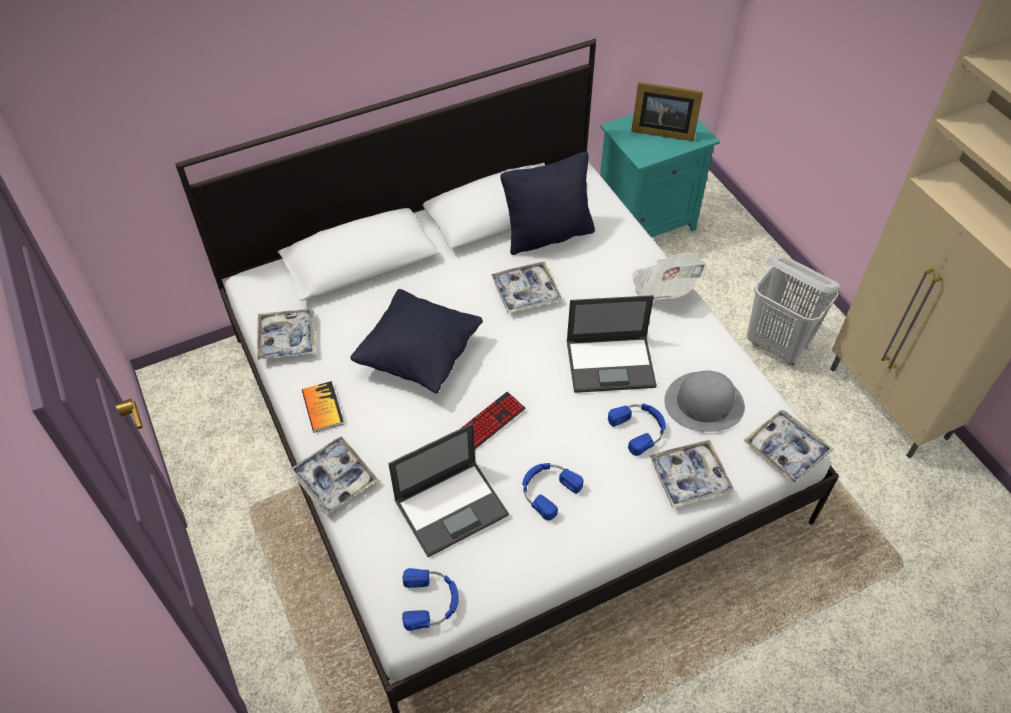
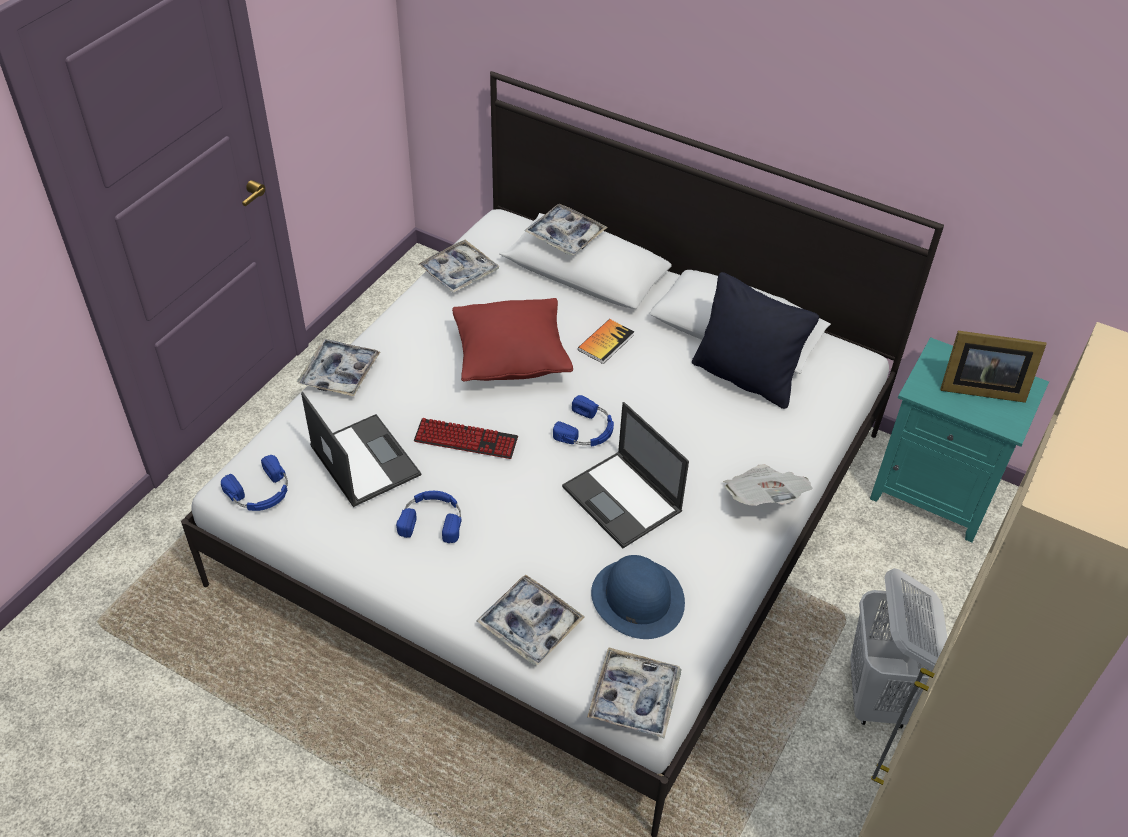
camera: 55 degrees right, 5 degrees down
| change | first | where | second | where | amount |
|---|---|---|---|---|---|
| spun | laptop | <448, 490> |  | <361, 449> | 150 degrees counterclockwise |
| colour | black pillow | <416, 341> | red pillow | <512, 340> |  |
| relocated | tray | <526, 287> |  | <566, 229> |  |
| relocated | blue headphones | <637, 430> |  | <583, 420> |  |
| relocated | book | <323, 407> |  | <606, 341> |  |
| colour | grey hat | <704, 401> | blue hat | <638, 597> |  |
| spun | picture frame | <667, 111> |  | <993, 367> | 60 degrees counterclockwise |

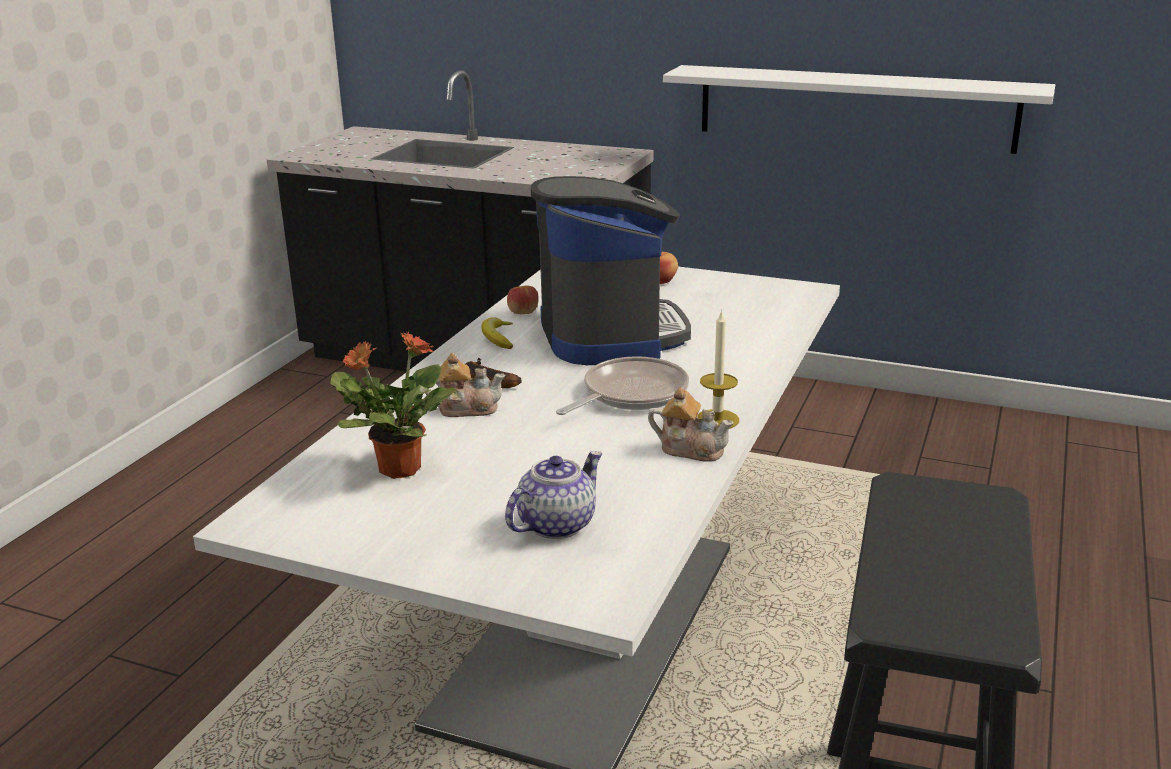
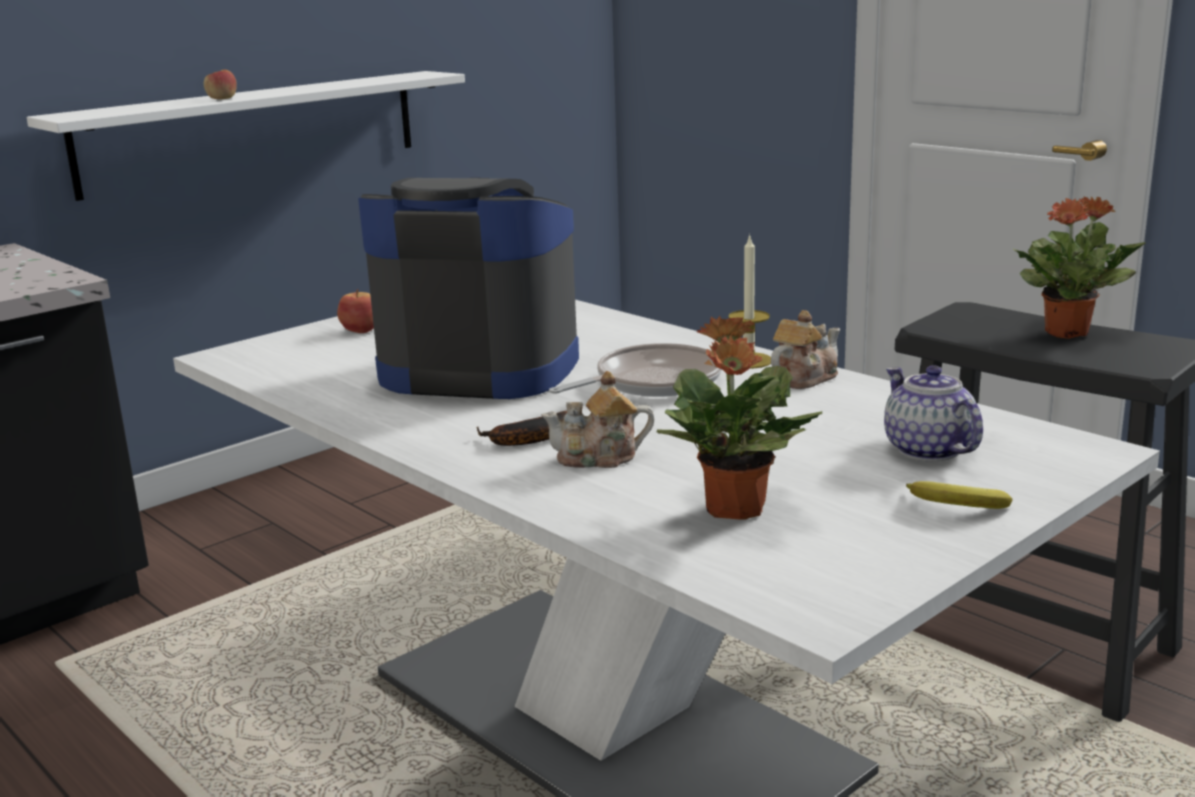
camera: 65 degrees left, 5 degrees down
| change | first | where | second | where | amount |
|---|---|---|---|---|---|
| relocated | apple | <523, 300> |  | <220, 84> |  |
| spun | teapot | <465, 385> |  | <597, 419> | 120 degrees counterclockwise |
| spun | frying pan | <622, 385> |  | <635, 370> | 75 degrees clockwise |
| relocated | banana | <497, 333> |  | <959, 495> |  |
| appeared |  |  | potted plant | <1079, 267> |  |

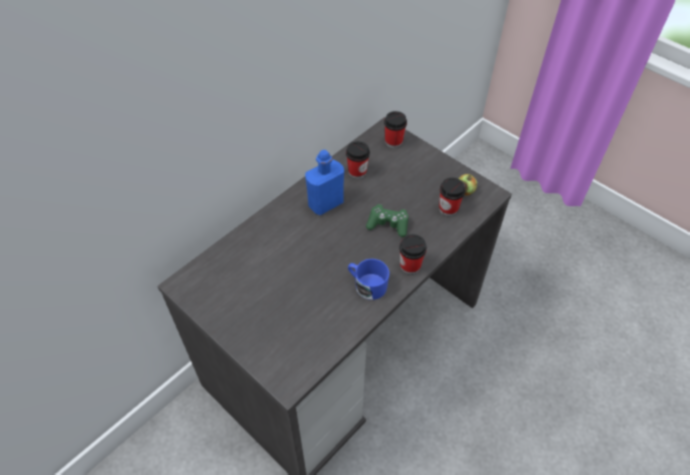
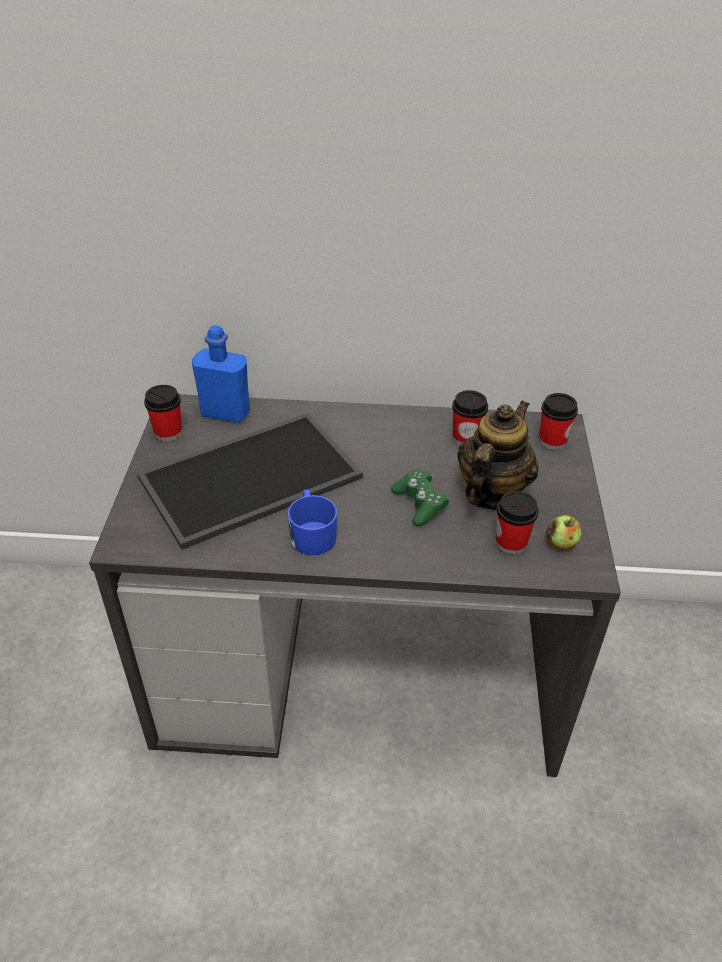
camera: 50 degrees right, 10 degrees down
| change | first | where | second | where | amount |
|---|---|---|---|---|---|
| appeared |  |  | tray | <250, 481> |  |
| relocated | cup | <413, 254> |  | <163, 413> |  |
| relocated | blue bottle | <324, 182> |  | <221, 374> |  |
| appeared |  |  | teapot | <498, 455> |  |

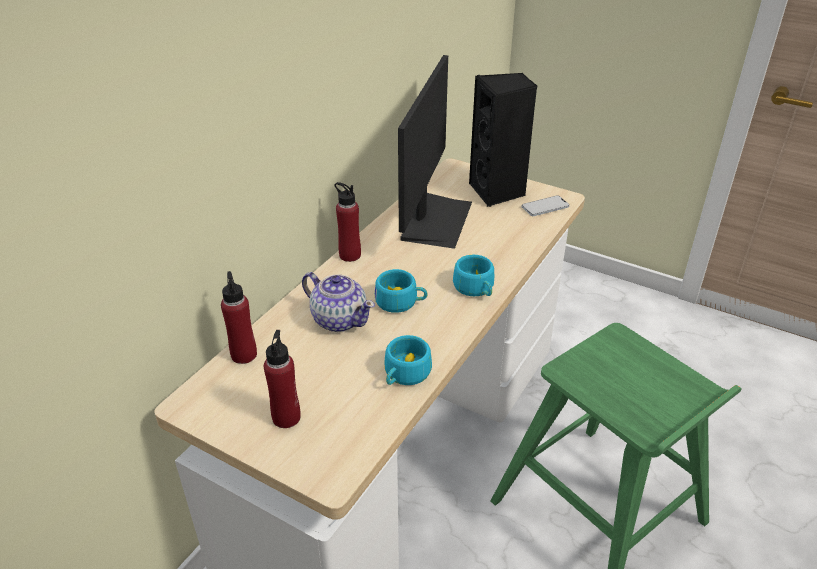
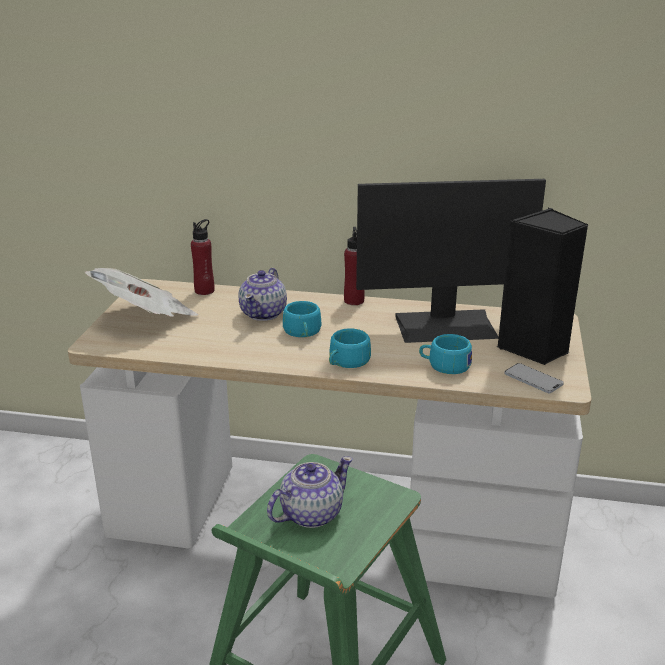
camera: 70 degrees right, 10 degrees down
| change | first | where | second | where | amount |
|---|---|---|---|---|---|
| exchanged | red bottle | <282, 379> | newspaper | <142, 292> |  |
| appeared |  |  | teapot | <310, 492> |  |
| relocated | turquoise cup | <408, 360> |  | <445, 354> |  |

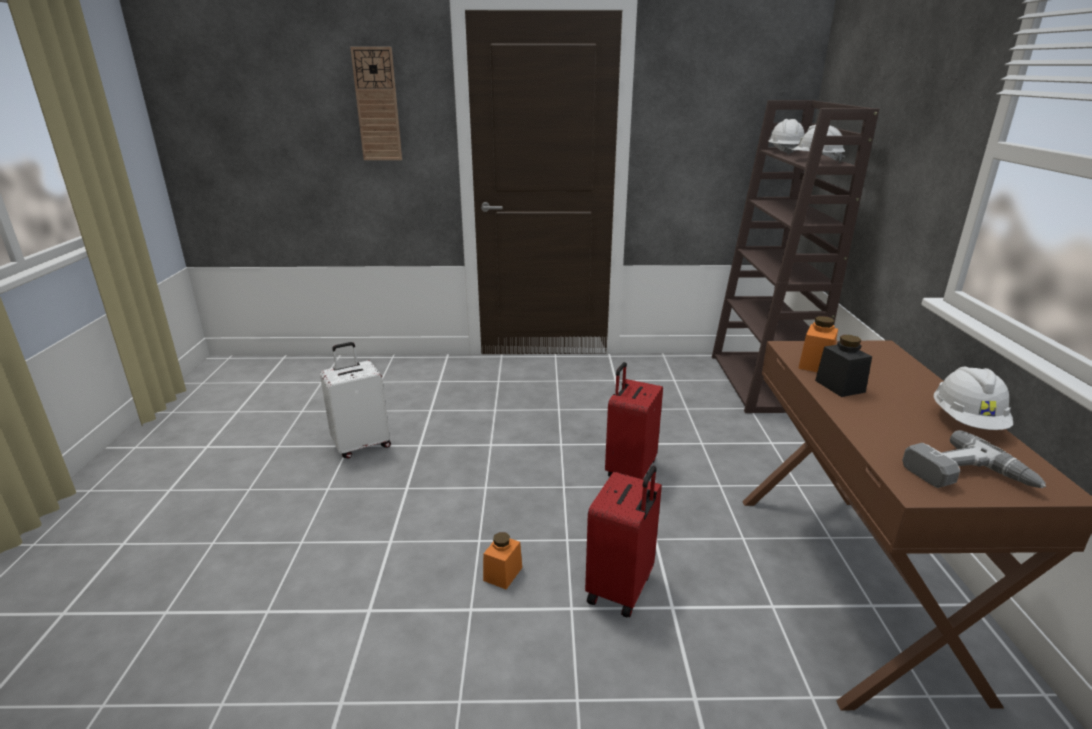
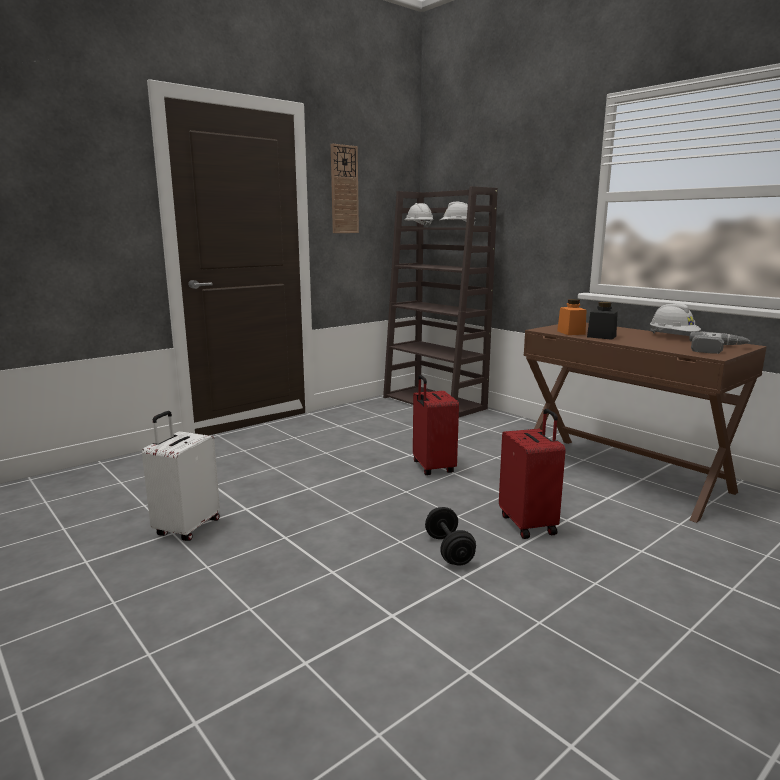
camera: 40 degrees left, 10 degrees down
| change | first | where | second | where | amount |
|---|---|---|---|---|---|
| relocated | wall clock | <376, 103> |  | <345, 188> |  |
| exchanged | orange jar | <502, 560> | black dumbbell | <450, 536> |  |

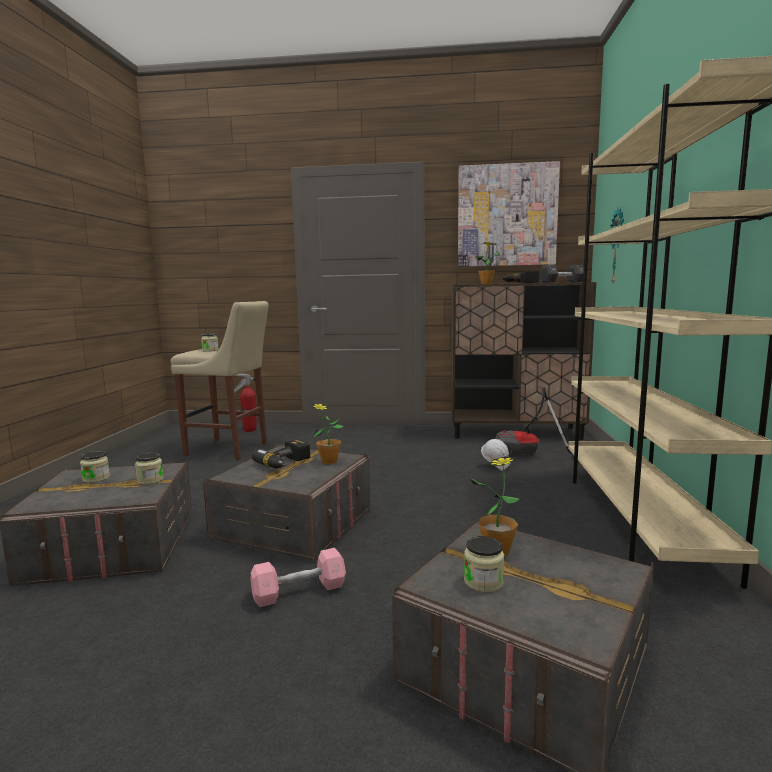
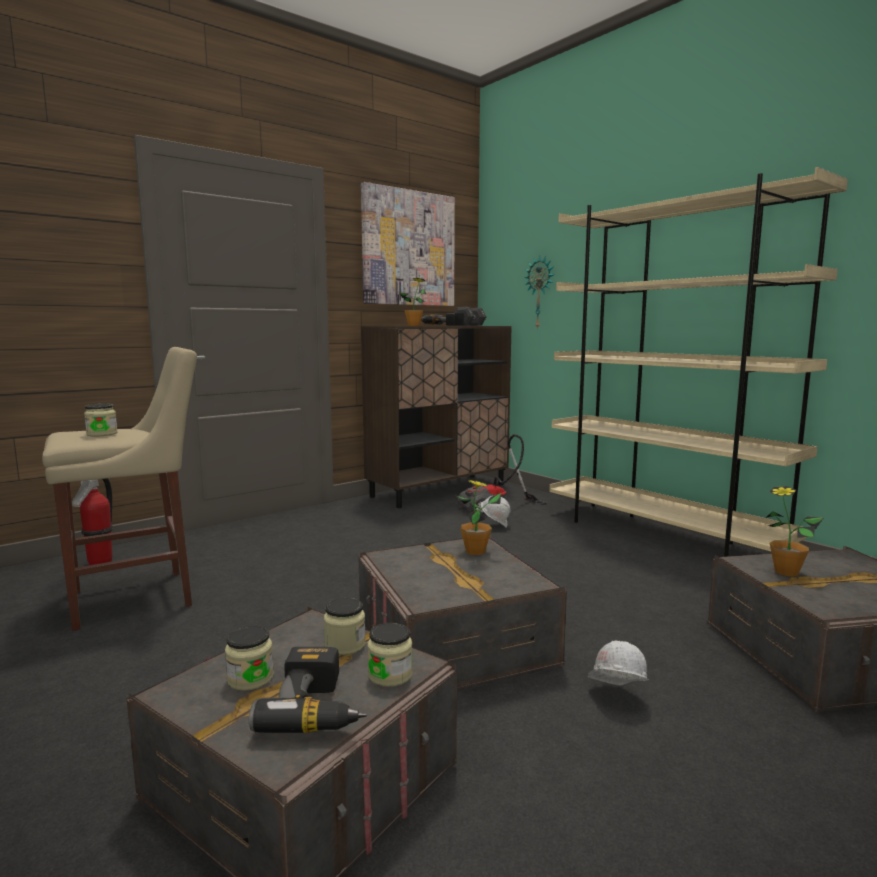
camera: 45 degrees left, 0 degrees up
| change | first | where | second | where | amount |
|---|---|---|---|---|---|
| relocated | power drill | <281, 454> |  | <308, 690> |  |
| relocated | jar | <484, 564> |  | <390, 655> |  |
| exchanged | pink dumbbell | <298, 577> | white hard hat | <618, 663> |  |

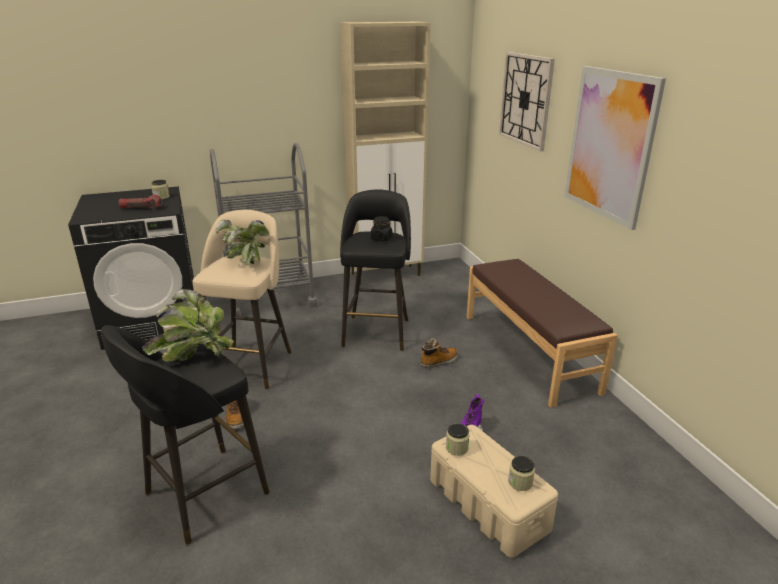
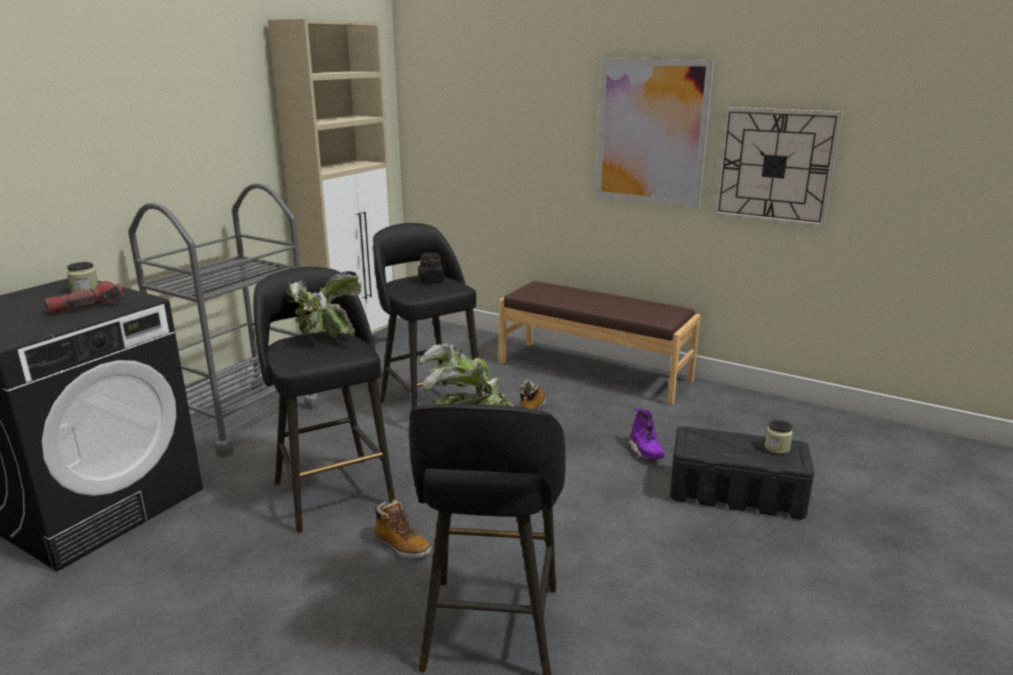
camera: 40 degrees left, 5 degrees down
| change | first | where | second | where | amount |
|---|---|---|---|---|---|
| colour | beige stool | <242, 299> | black stool | <324, 400> |  |
| colour | beige storage box | <494, 491> | black storage box | <742, 473> |  |
| relocated | wall clock | <527, 101> |  | <778, 167> |  |
| missing | jar | <458, 439> |  |  |  |

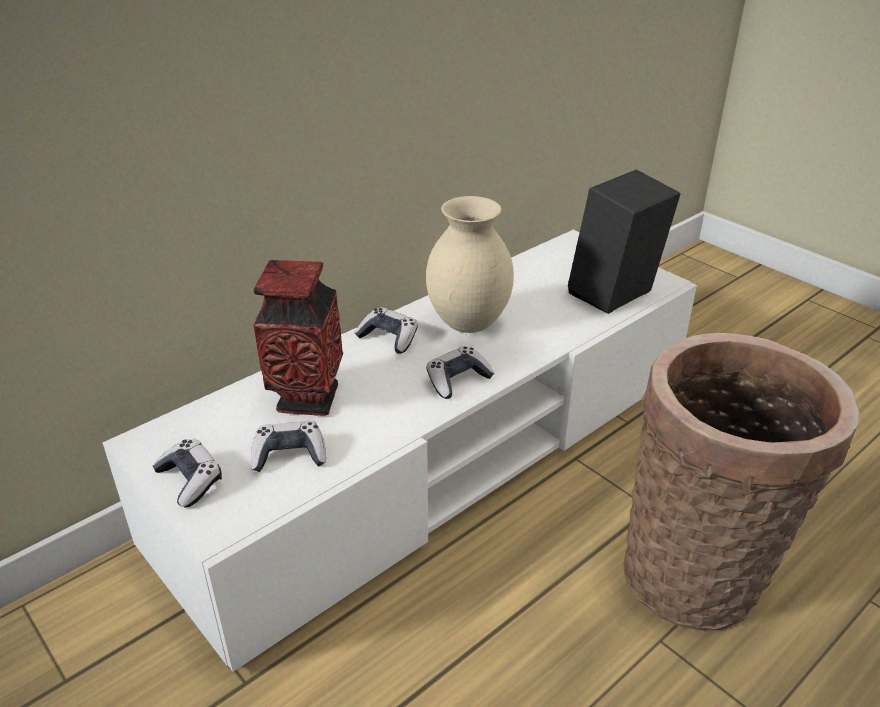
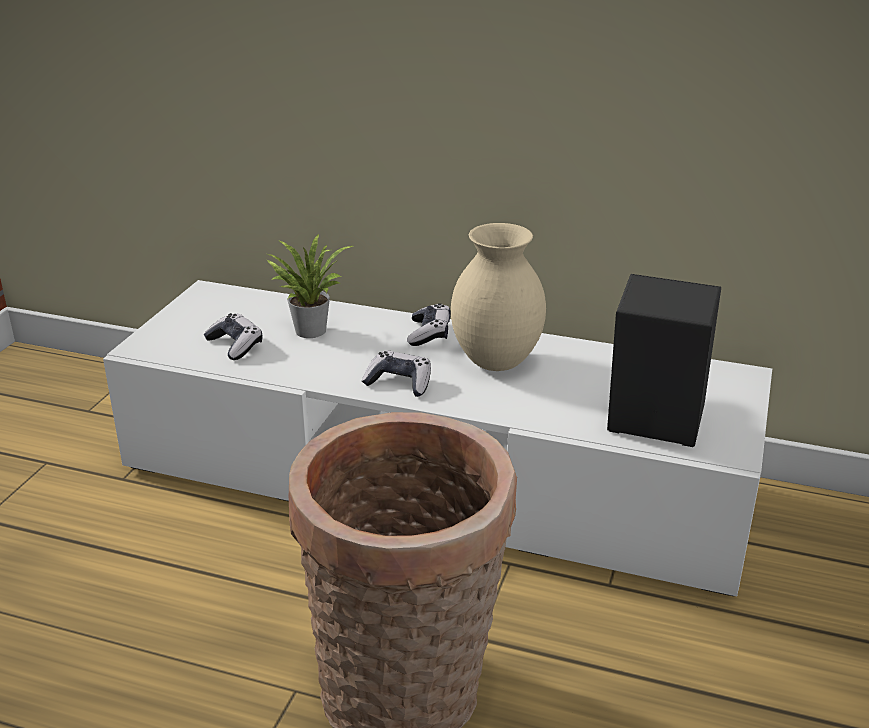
camera: 60 degrees right, 5 degrees down
| change | first | where | second | where | amount |
|---|---|---|---|---|---|
| exchanged | vase | <298, 338> | potted plant | <310, 286> |  |
| missing | game controller | <187, 473> |  |  |  |

